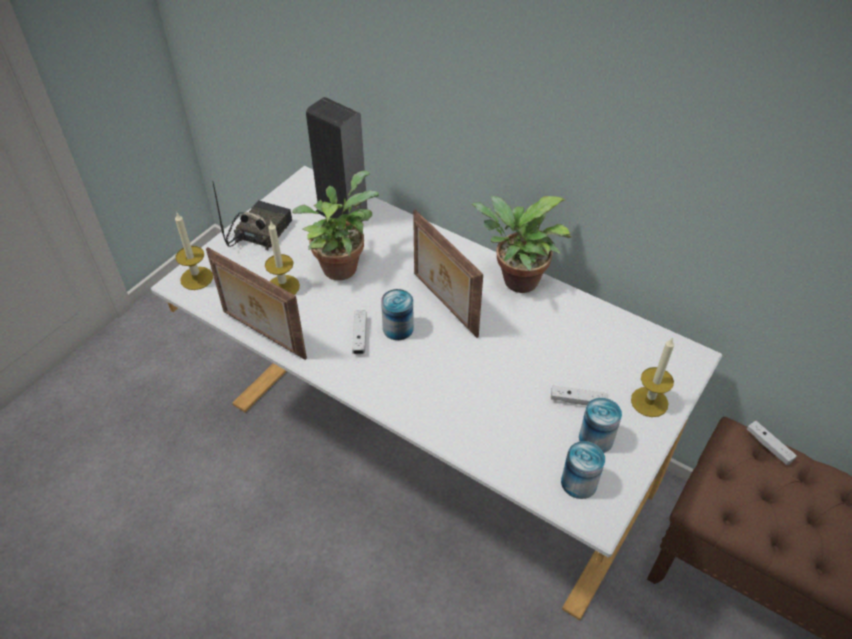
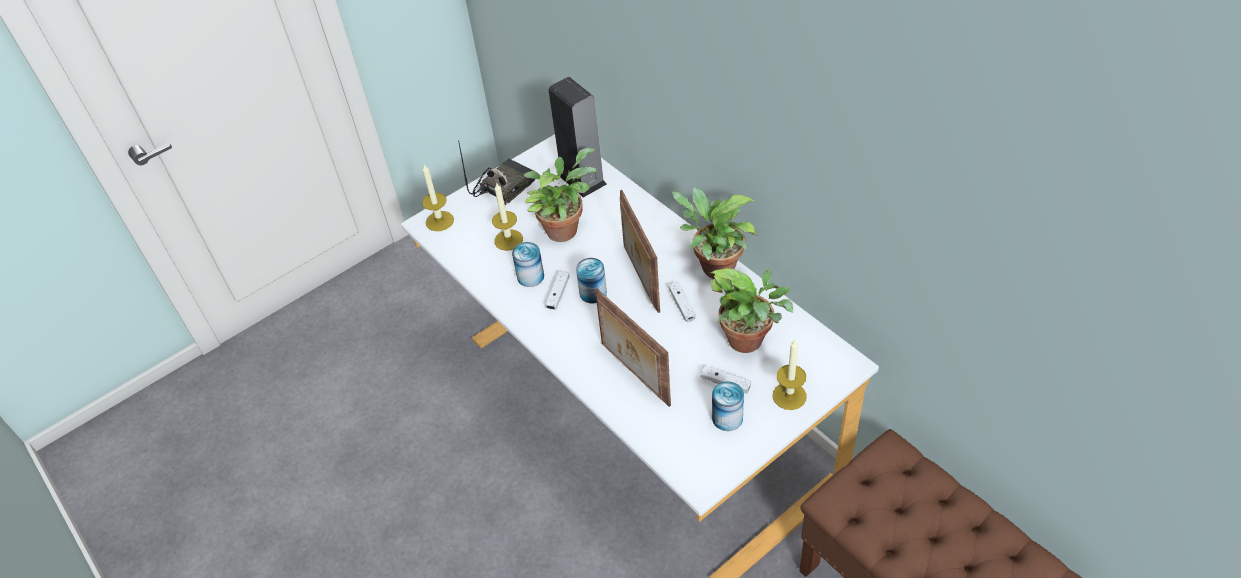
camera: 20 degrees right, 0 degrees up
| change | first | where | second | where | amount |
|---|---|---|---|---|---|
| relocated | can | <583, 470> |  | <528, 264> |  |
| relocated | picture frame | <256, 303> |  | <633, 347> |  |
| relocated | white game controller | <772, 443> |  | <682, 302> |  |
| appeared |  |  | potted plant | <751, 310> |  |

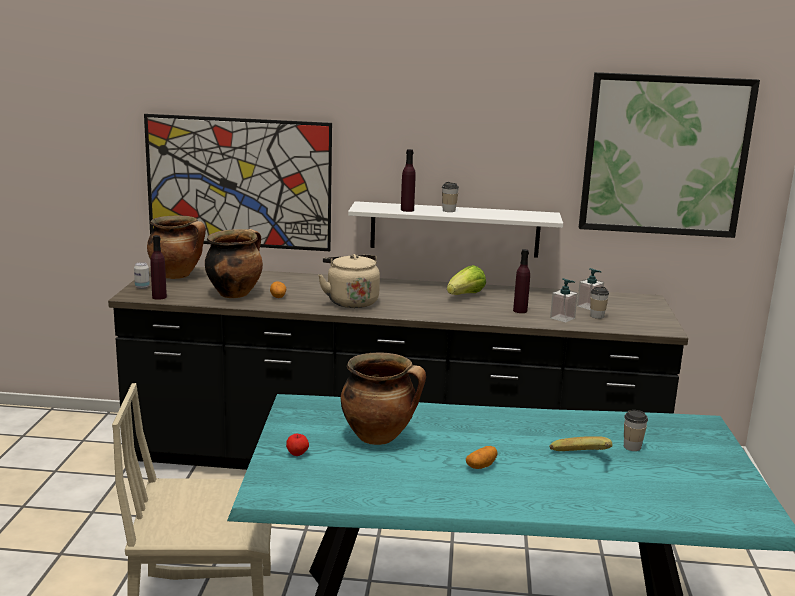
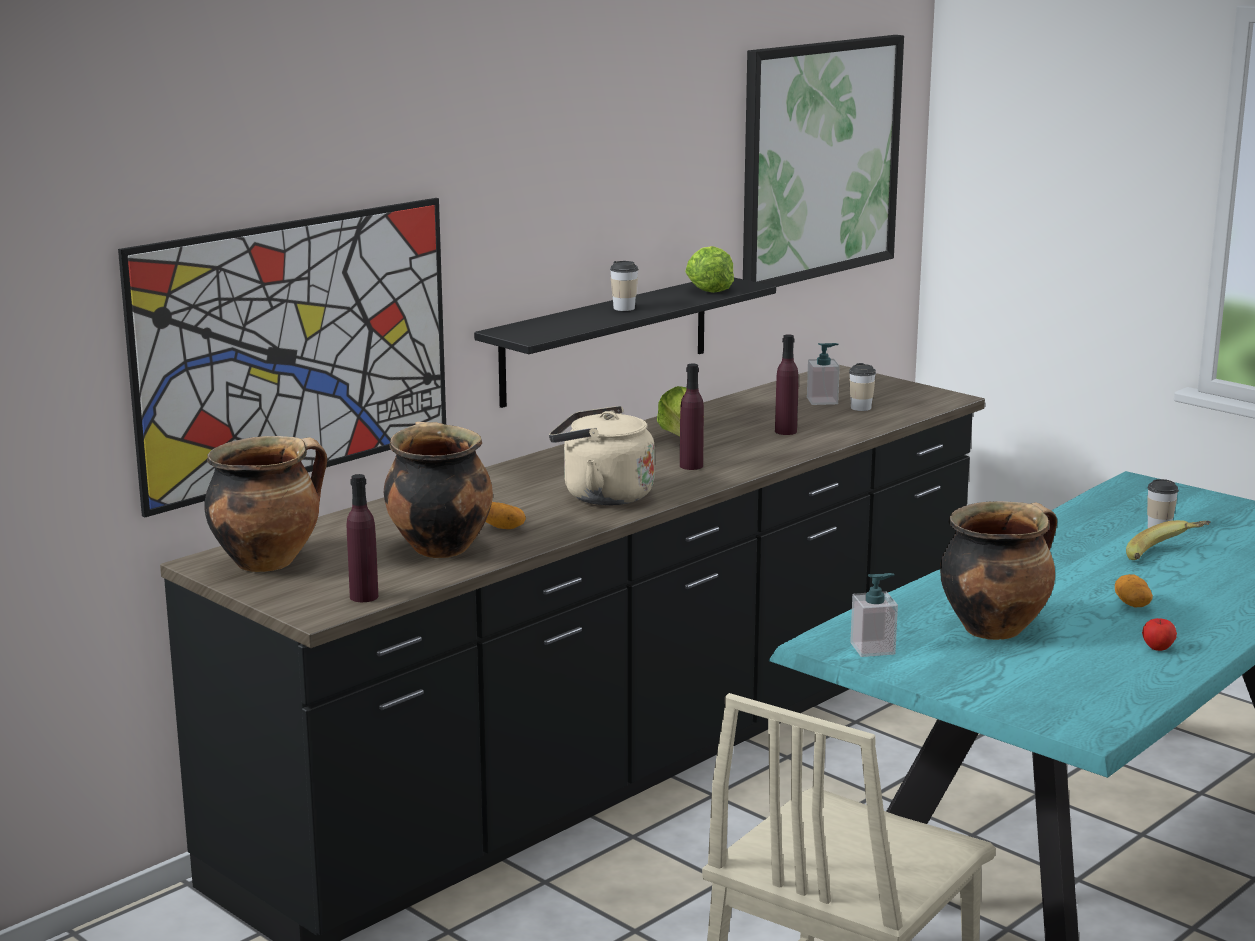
camera: 50 degrees left, 0 degrees up
| change | first | where | second | where | amount |
|---|---|---|---|---|---|
| colour | white shelf | <455, 229> | black shelf | <625, 343> |  |
| relocated | purple bottle | <408, 180> |  | <692, 417> |  |
| appeared |  |  | lettuce | <709, 269> |  |
| relocated | soap dispenser | <564, 300> |  | <874, 615> |  |
| relocated | apple | <297, 445> |  | <1159, 634> |  |
| missing | can | <142, 275> |  |  |  |

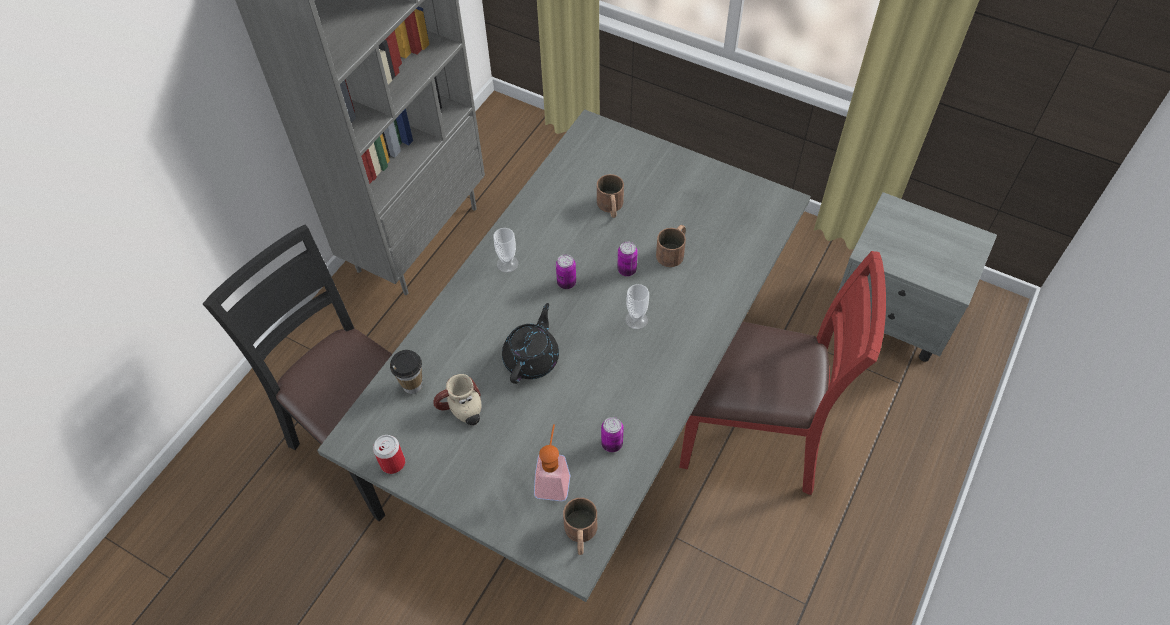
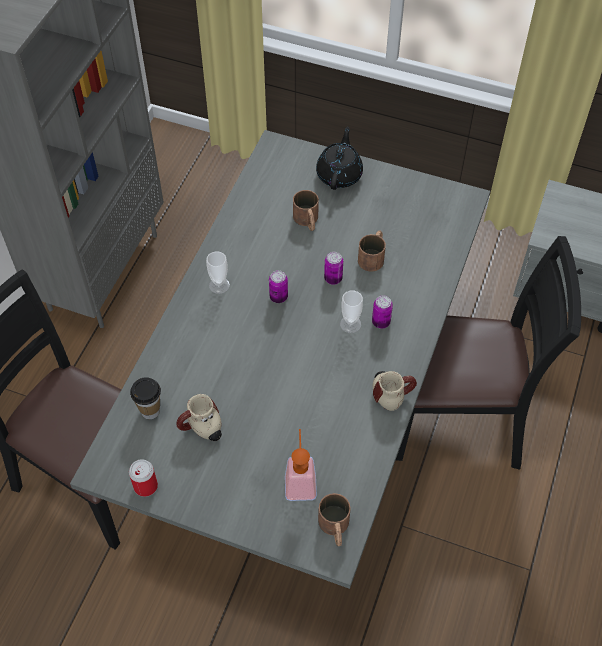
camera: 10 degrees left, 0 degrees up
| change | first | where | second | where | amount |
|---|---|---|---|---|---|
| relocated | black teapot | <530, 343> |  | <339, 158> |  |
| relocated | can | <612, 434> |  | <382, 312> |  |
| appeared |  |  | mug | <395, 391> |  |
| colour | red chair | <782, 373> | black chair | <488, 353> |  |

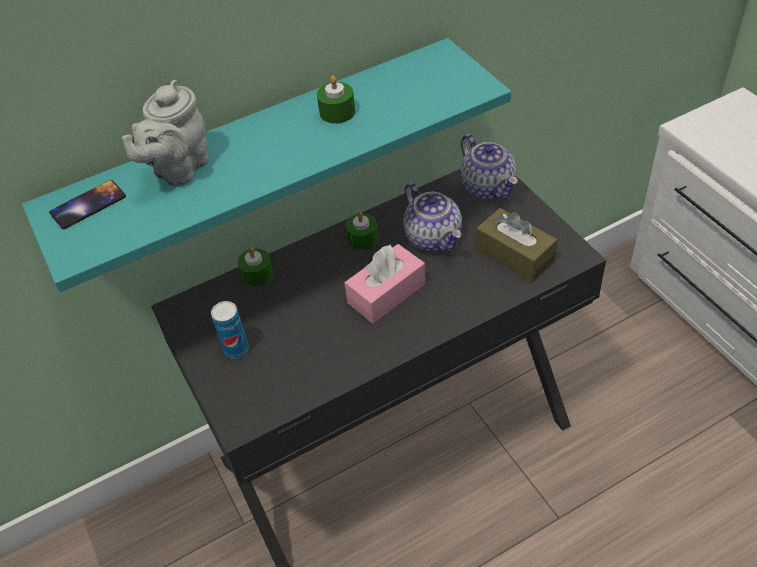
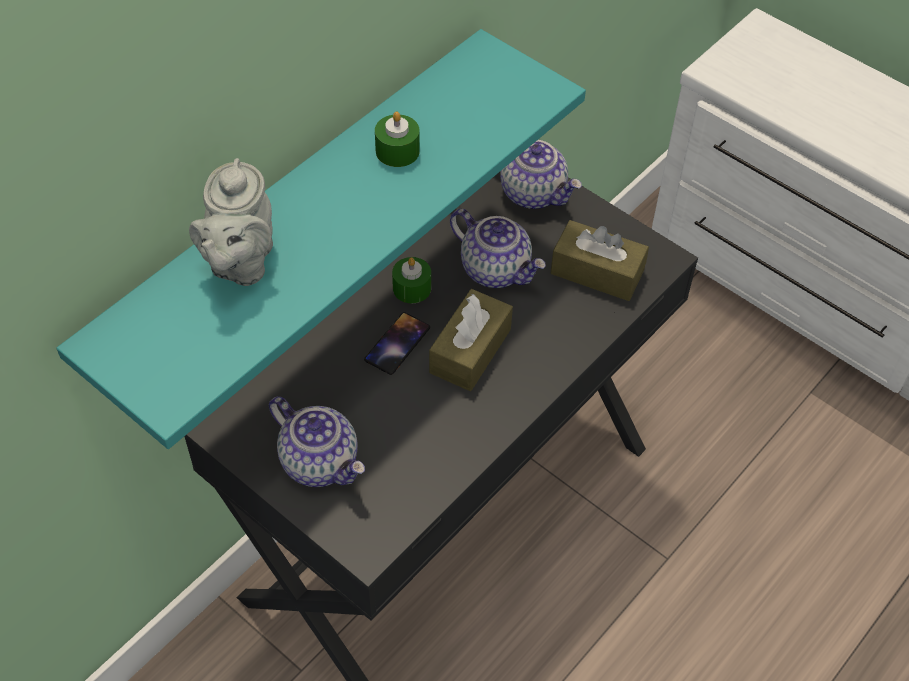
camera: 25 degrees left, 5 degrees up
| change | first | where | second | where | amount |
|---|---|---|---|---|---|
| exchanged | can | <230, 330> | teapot | <317, 441> |  |
| relocated | phone | <87, 204> |  | <397, 343> |  |
| colour | pink tissue box | <385, 284> | brown tissue box | <471, 340> |  |
| missing | green candle | <255, 267> |  |  |  |

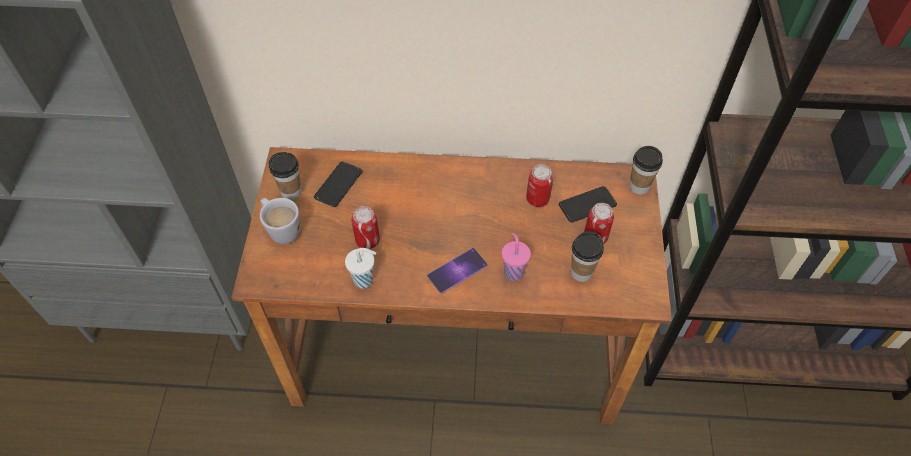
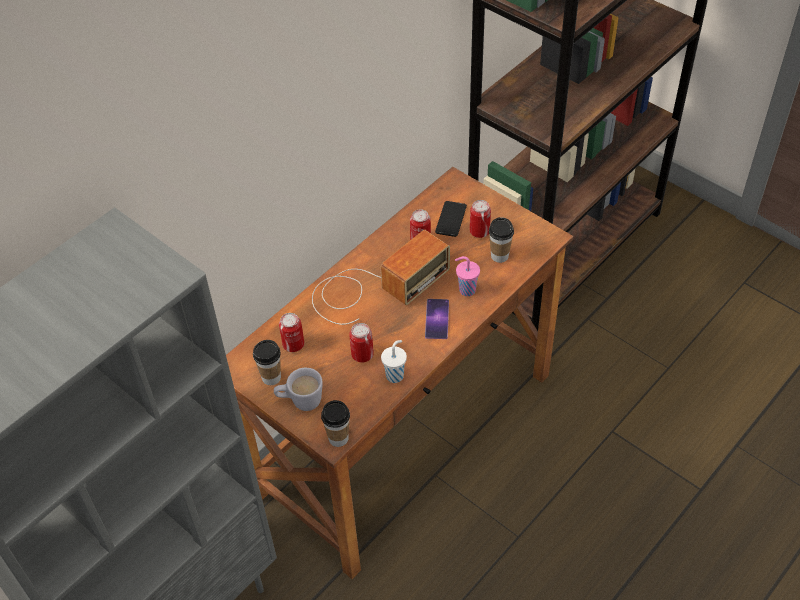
camera: 50 degrees left, 5 degrees down
| change | first | where | second | where | amount |
|---|---|---|---|---|---|
| exchanged | phone | <338, 184> | can | <292, 332> |  |
| appeared |  |  | radio | <381, 277> |  |
| relocated | cup | <646, 170> |  | <335, 423> |  |

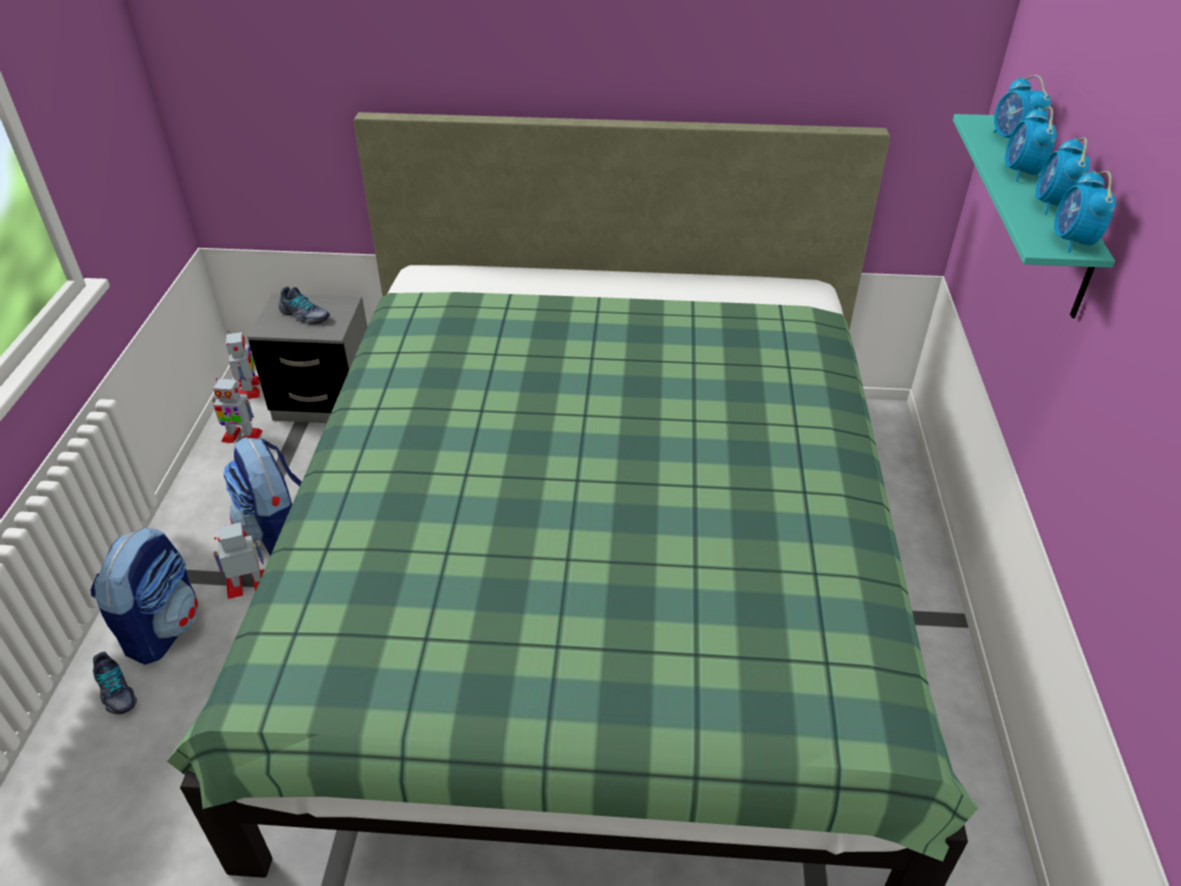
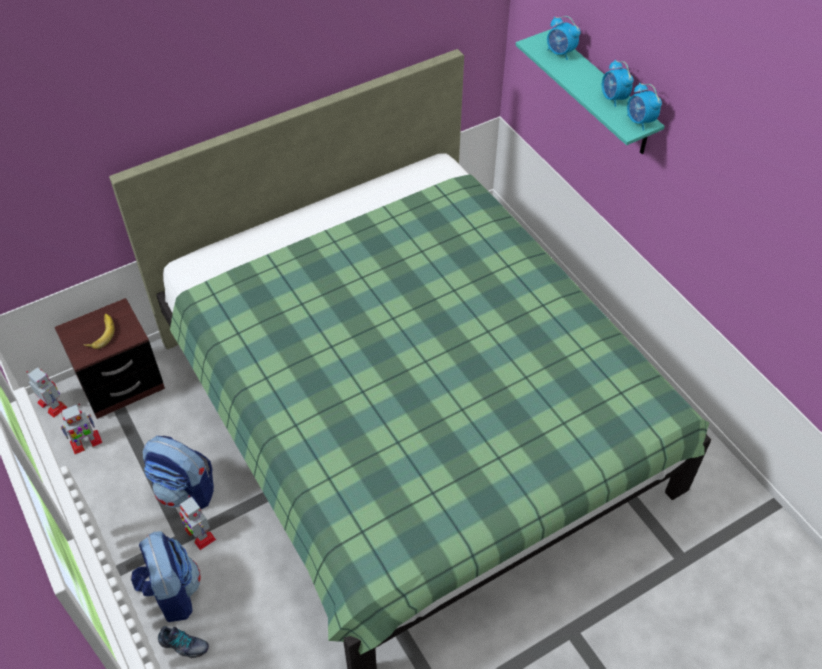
camera: 35 degrees left, 10 degrees up
| change | first | where | second | where | amount |
|---|---|---|---|---|---|
| colour | grey nightstand | <307, 358> | brown nightstand | <109, 358> |  |
| exchanged | shoe | <304, 305> | banana | <98, 331> |  |
| spun | toy robot | <239, 560> |  | <197, 522> | 75 degrees counterclockwise |
| missing | alarm clock | <1031, 144> |  |  |  |

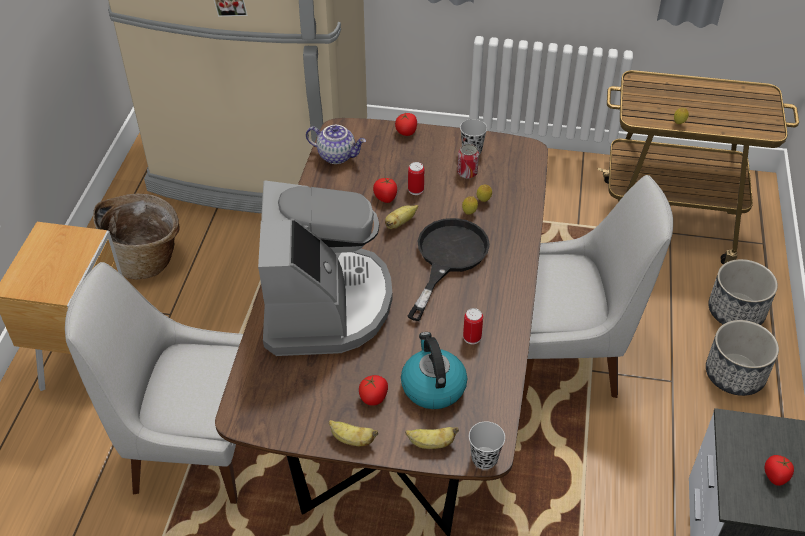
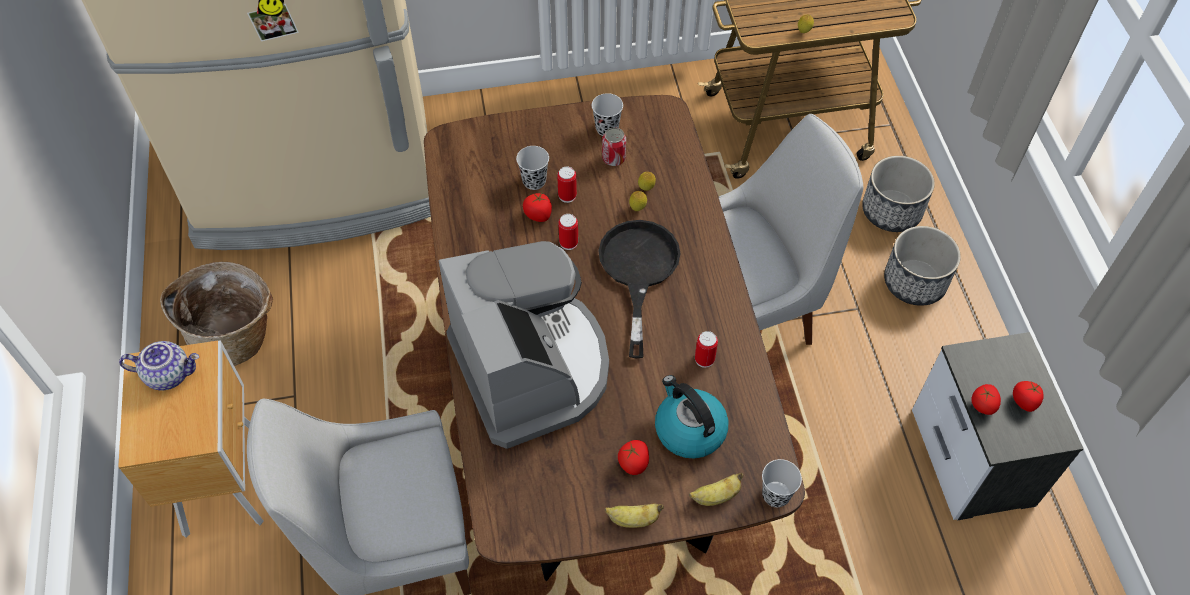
camera: 20 degrees left, 10 degrees up
| change | first | where | second | where | amount |
|---|---|---|---|---|---|
| relocated | teapot | <336, 144> |  | <159, 366> |  |
| appeared |  |  | black cup | <532, 168> |  |
| exchanged | banana | <401, 217> | can | <568, 232> |  |
| relocated | tomato | <406, 124> |  | <986, 399> |  |

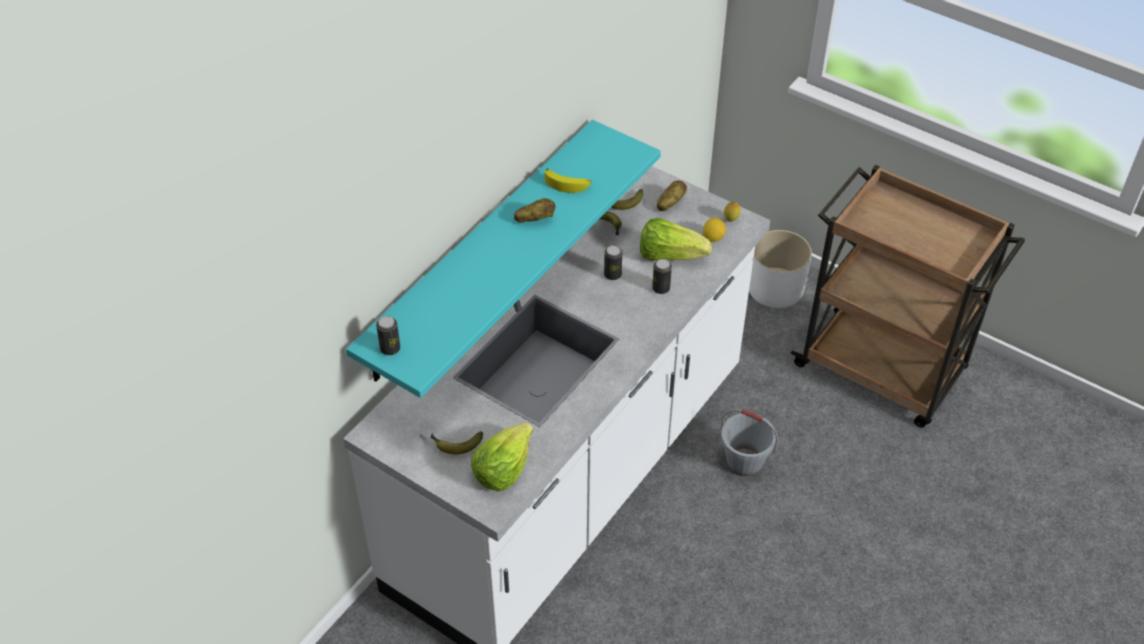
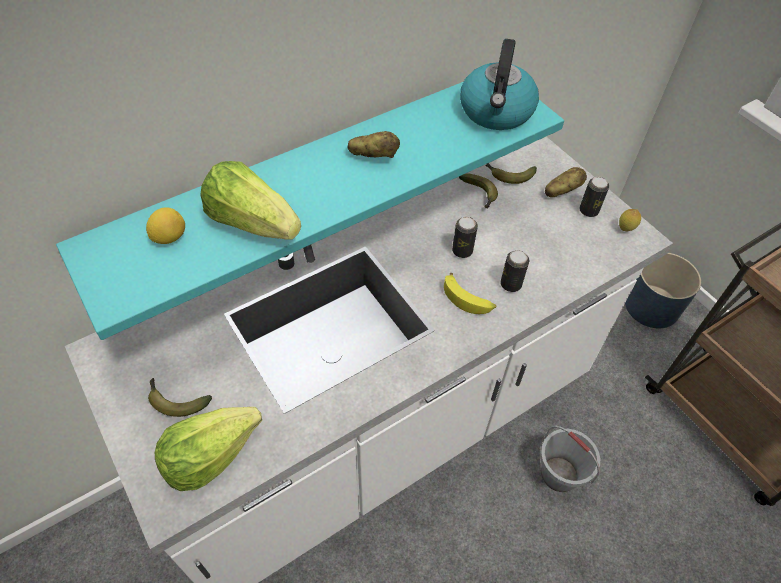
camera: 20 degrees right, 5 degrees up
| change | first | where | second | where | amount |
|---|---|---|---|---|---|
| relocated | lemon | <714, 230> |  | <165, 226> |  |
| relocated | lettuce | <676, 239> |  | <250, 200> |  |
| relocated | banana | <568, 180> |  | <470, 293> |  |
| appeared |  |  | kettle | <499, 84> |  |
| relocated | can | <388, 335> |  | <594, 197> |  |
| colour | white planter | <780, 269> | blue planter | <663, 290> |  |

